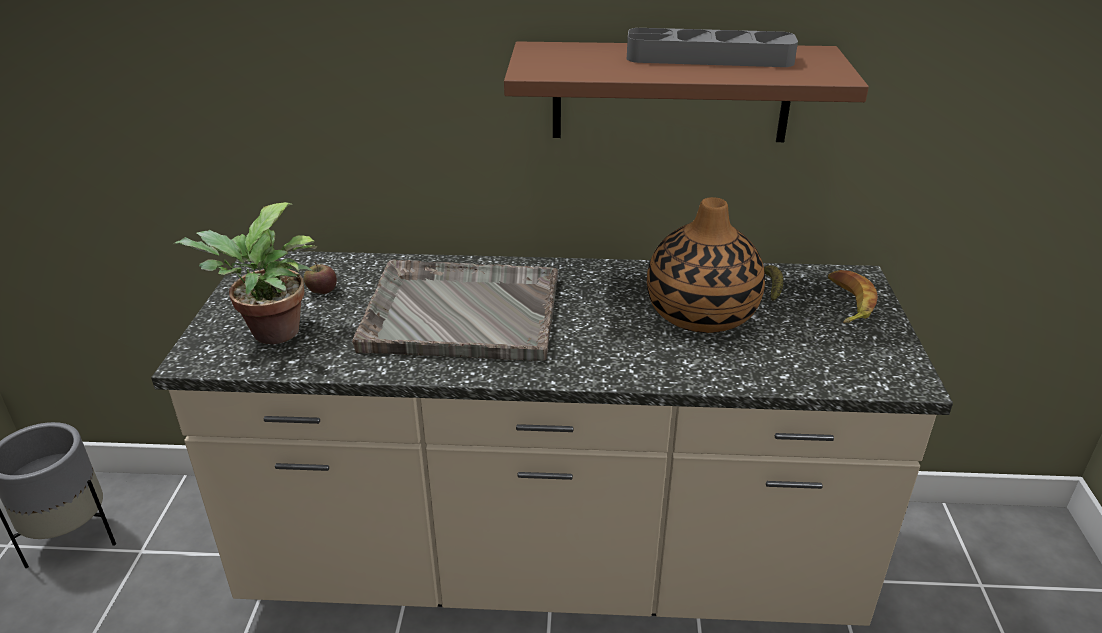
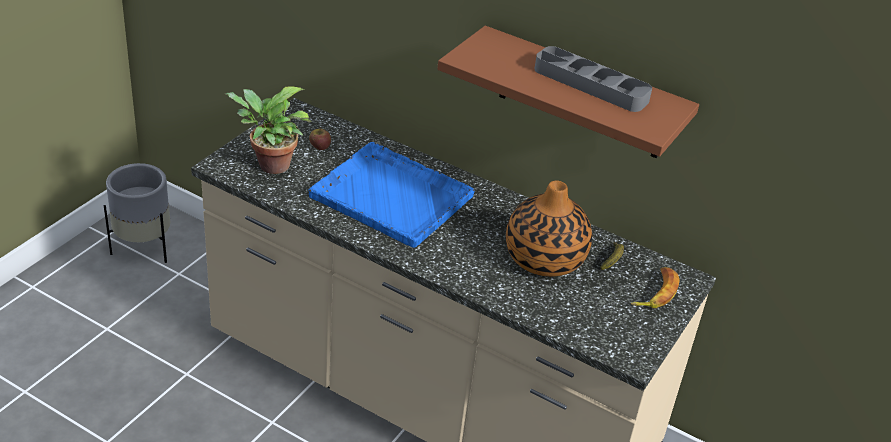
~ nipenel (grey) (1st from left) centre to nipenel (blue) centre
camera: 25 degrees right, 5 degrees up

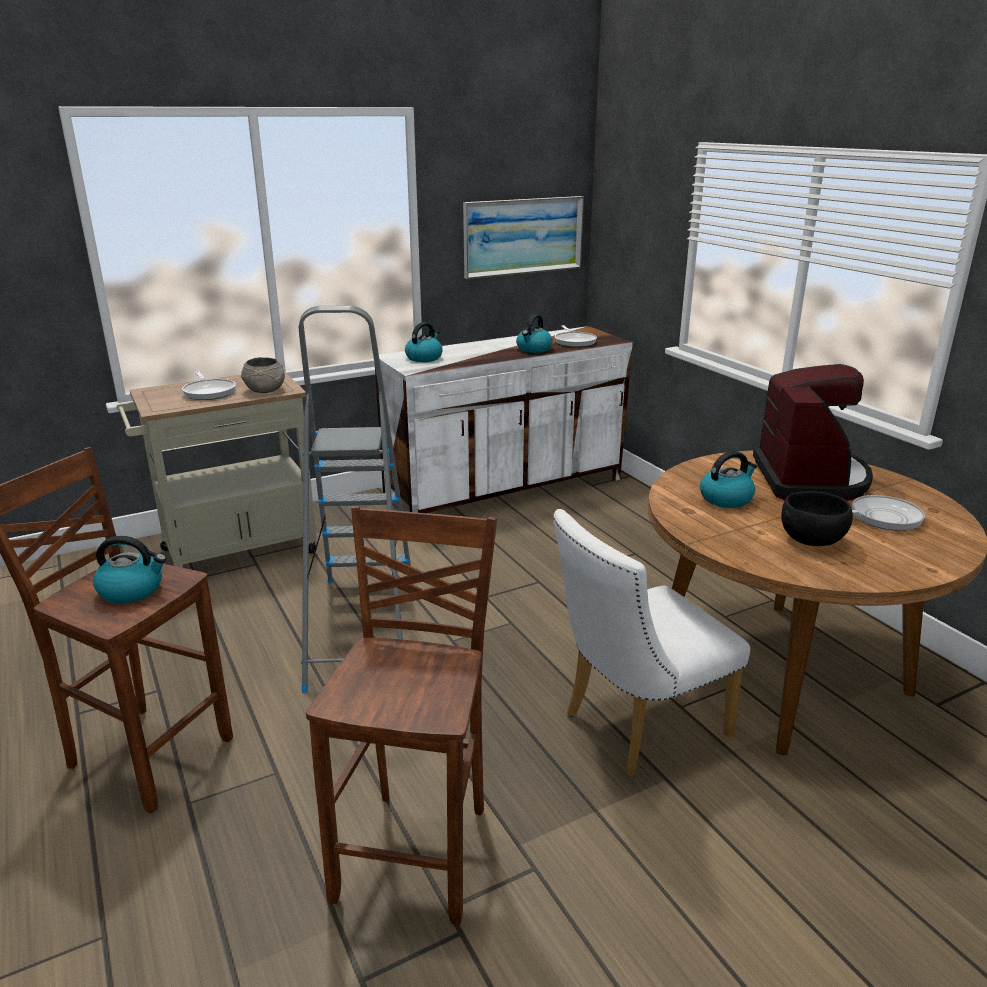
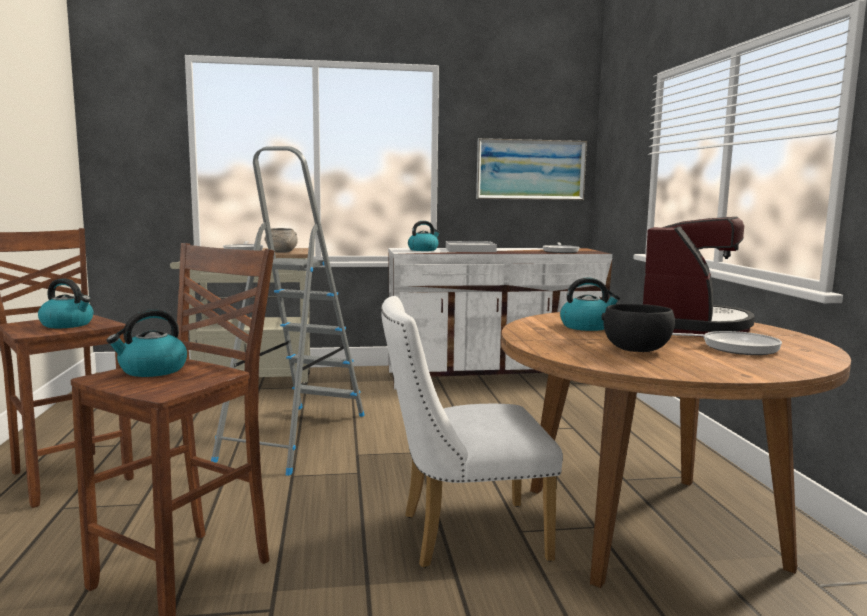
~ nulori (3rd from left in the first image) centre to nulori (2nd from left) middle left
+ nipenel (white) centre
camera: 20 degrees right, 15 degrees down

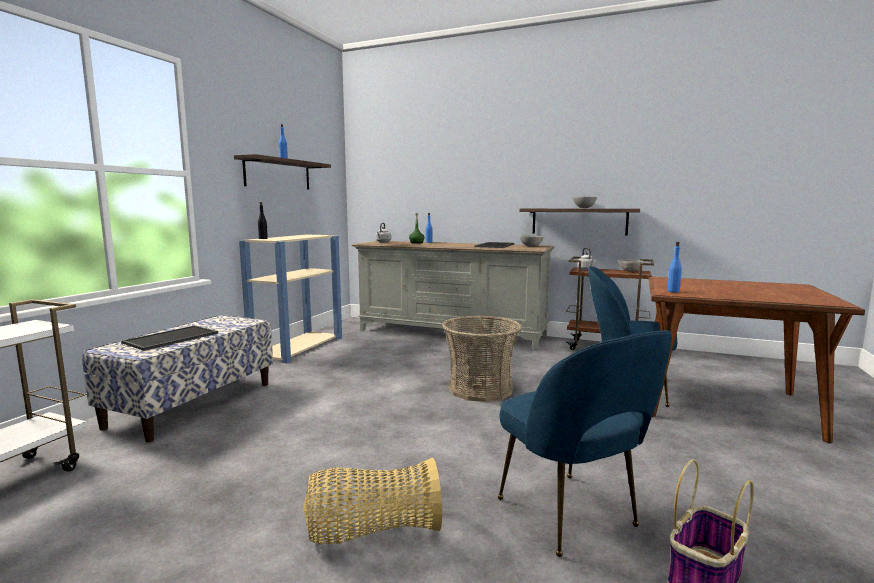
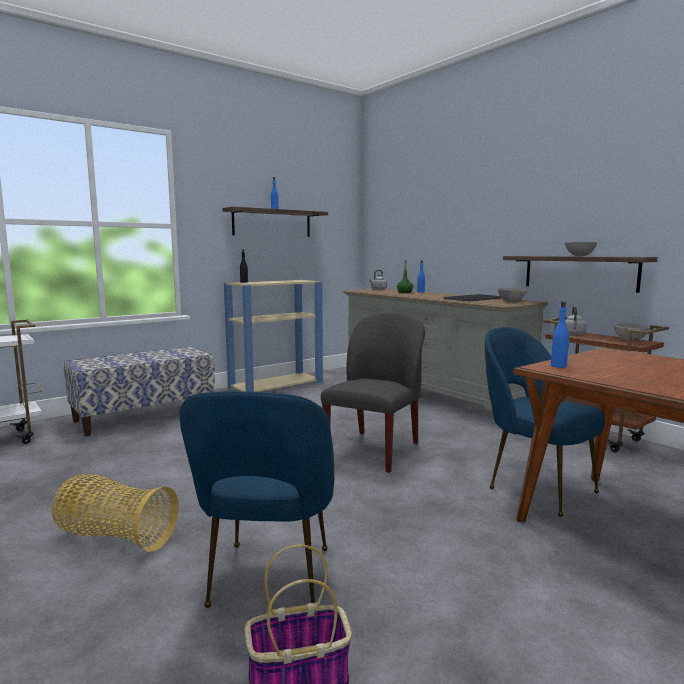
~ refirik (2nd from left) centre to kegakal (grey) centre
- nipenel (1st from left) middle left
camera: 30 degrees right, 0 degrees up

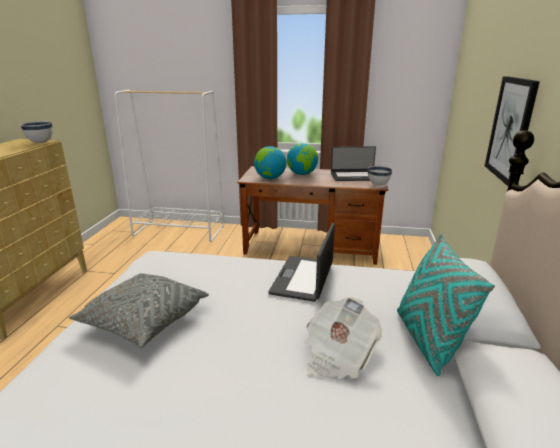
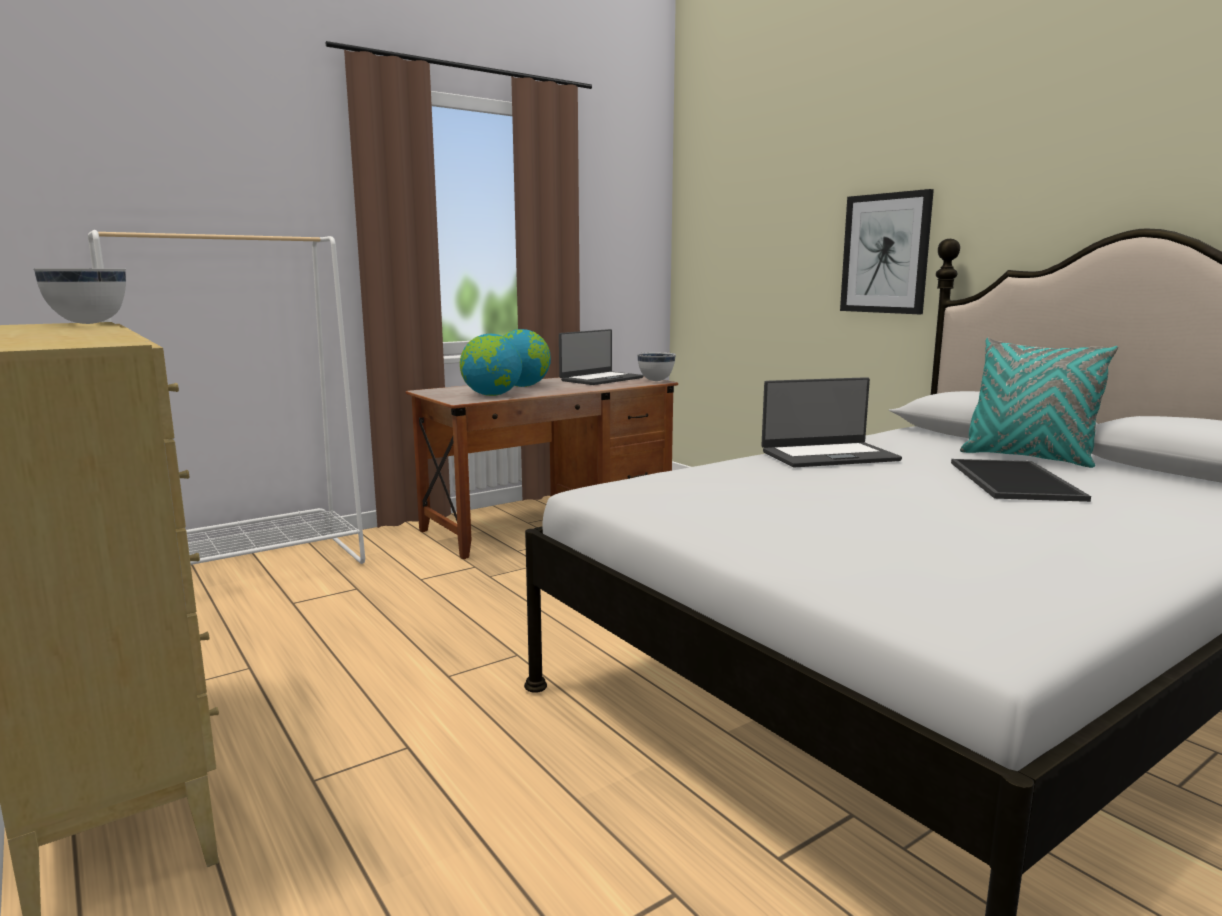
~ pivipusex (1st from left in the first image) centre = middle right 75 degrees counterclockwise
- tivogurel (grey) bottom left
~ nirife bottom centre to nipenel middle right
camera: 45 degrees left, 10 degrees down

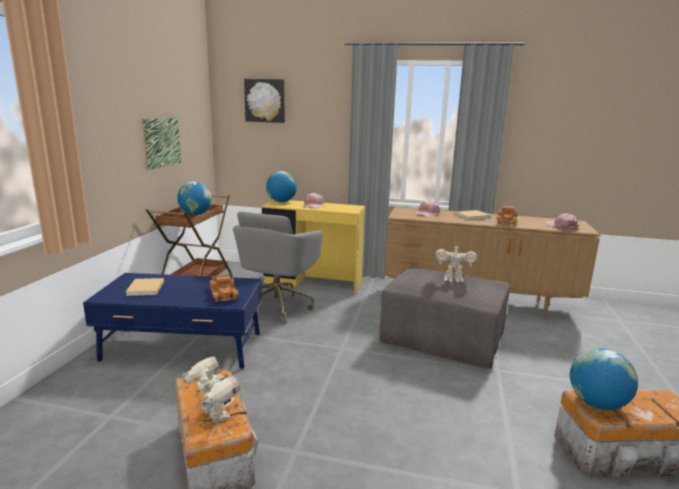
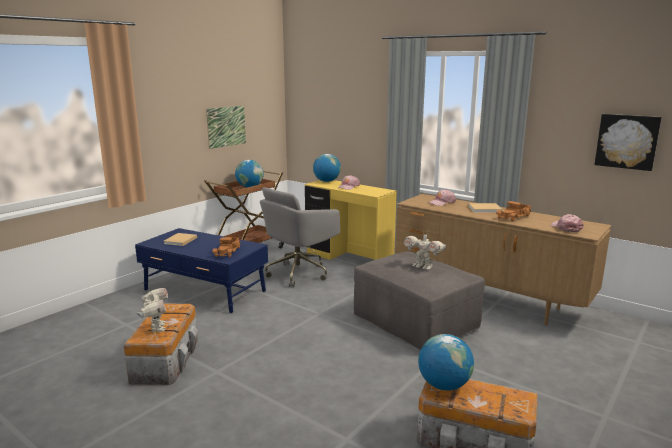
~ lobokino (2nd from left) top centre to top right
camera: 25 degrees right, 0 degrees up

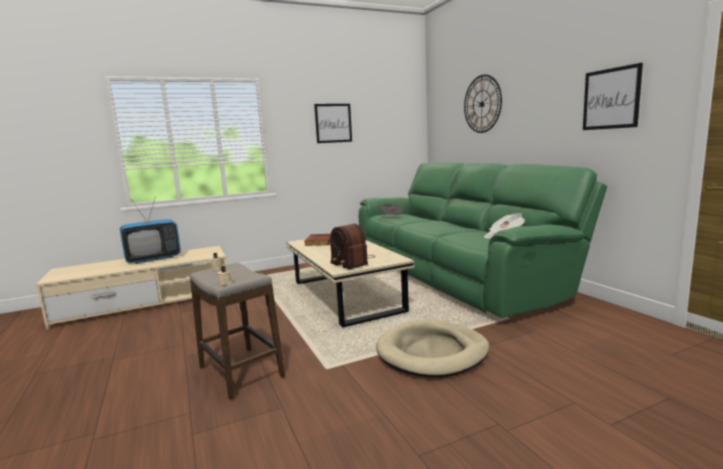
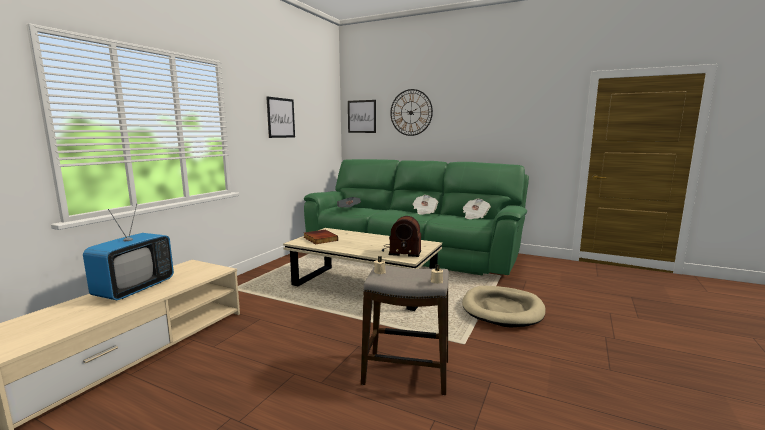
~ lobokino (2nd from left) top right to top centre
+ nirife (2nd from left) centre
camera: 40 degrees left, 0 degrees up

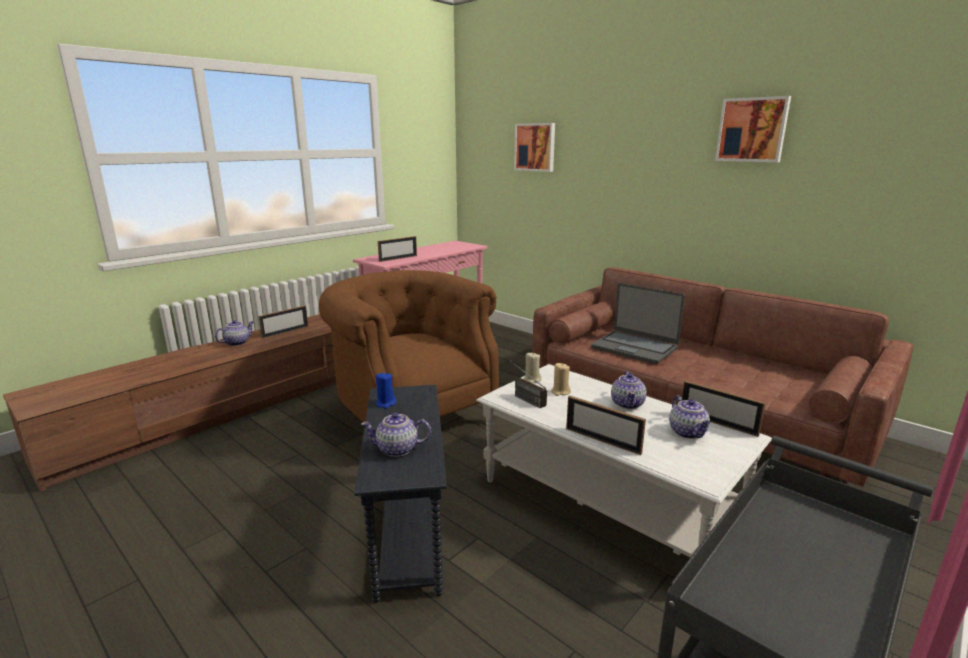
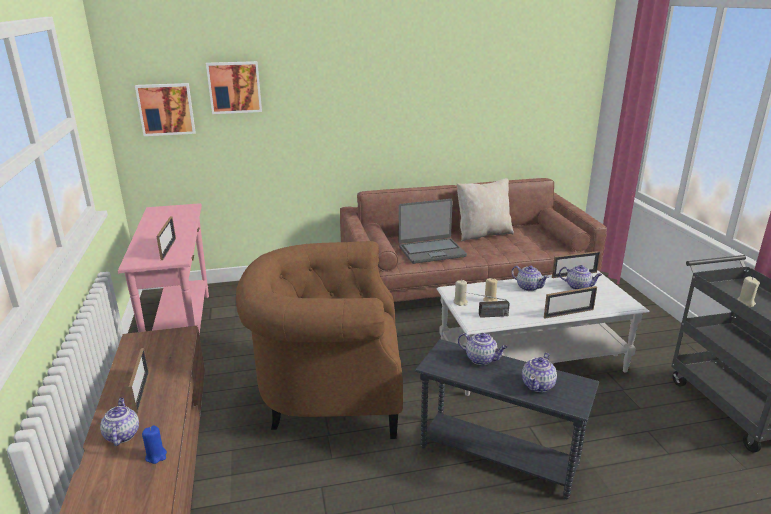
~ lobokino (2nd from left in the first image) top right to lobokino (1st from left) top left
~ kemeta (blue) centre to bottom left
+ tivogurel (beige) centre
+ kemeta (beige) (3rd from left) middle right
+ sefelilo (2nd from left) bottom centre
camera: 55 degrees left, 5 degrees up

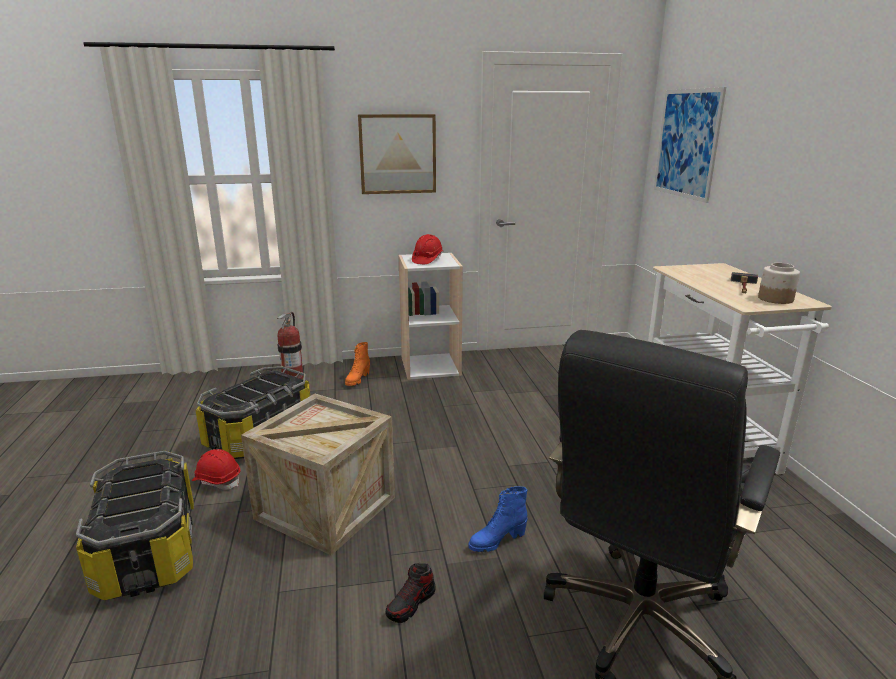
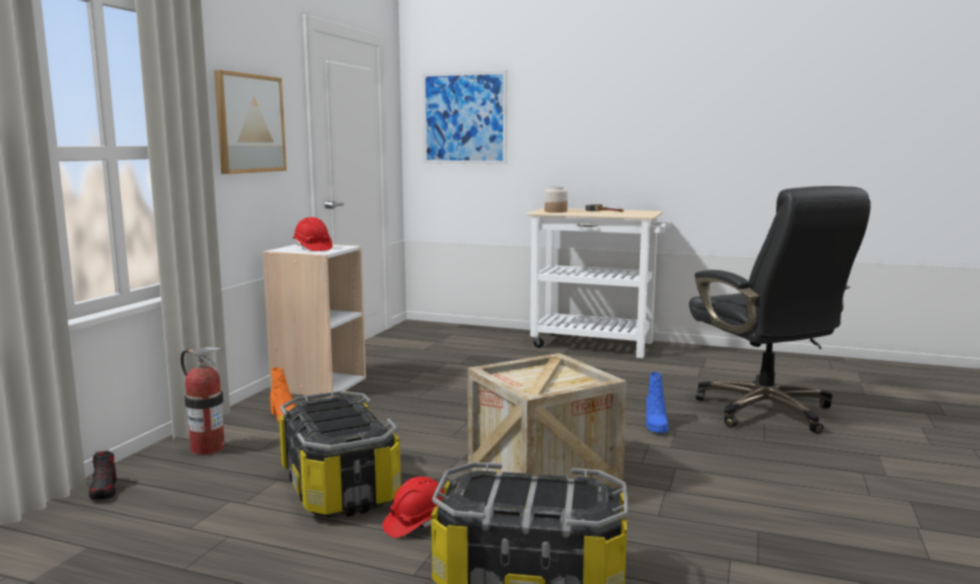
~ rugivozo middle right to centre
~ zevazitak bottom centre to bottom left
camera: 60 degrees left, 10 degrees down

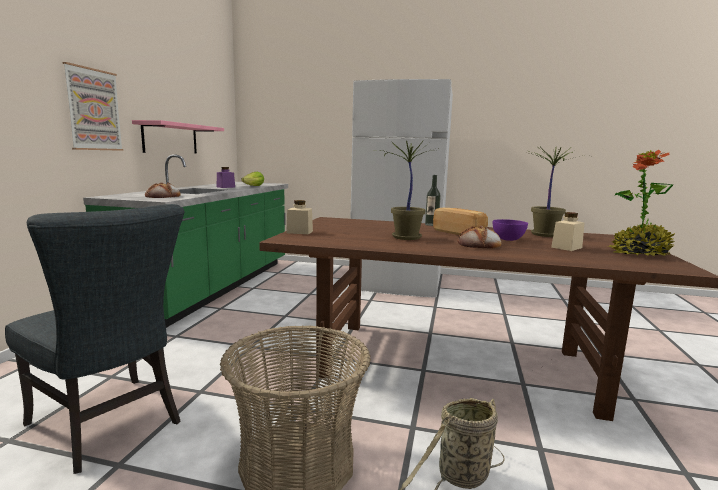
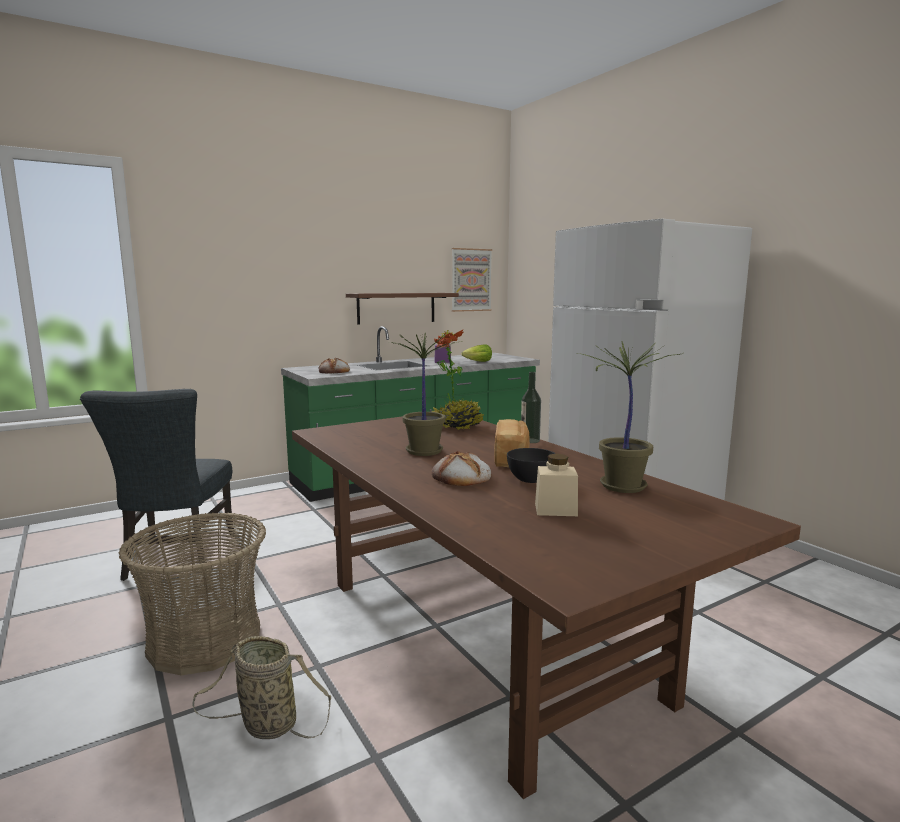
~ lobokino top left to centre
~ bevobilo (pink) top left to bevobilo (brown) centre
~ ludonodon (3rd from left in the first image) middle right to ludonodon (2nd from left) centre
- rugivozo (beige) (1st from left) centre
~ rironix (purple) middle right to rironix (black) centre
camera: 45 degrees right, 0 degrees up

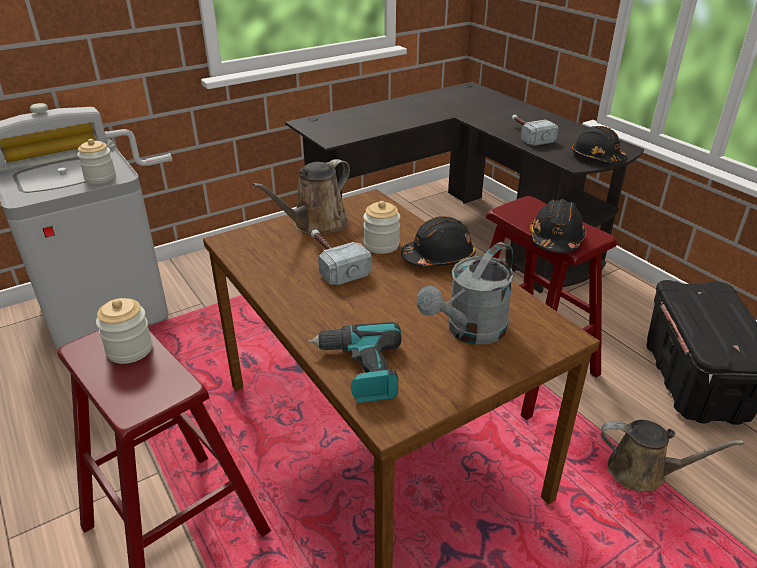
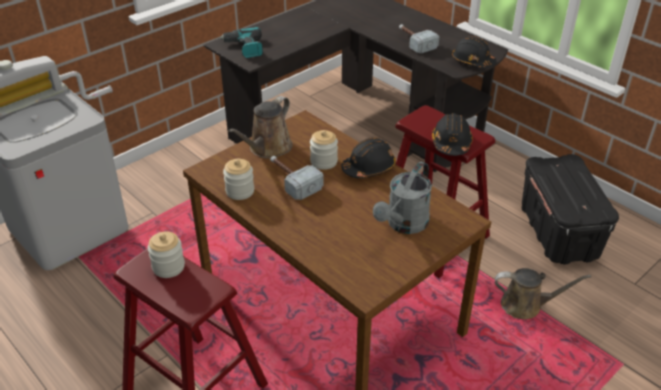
~ rugivozo (1st from left in the first image) top left to rugivozo (2nd from left) centre
~ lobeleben centre to top centre
camera: 10 degrees left, 5 degrees up

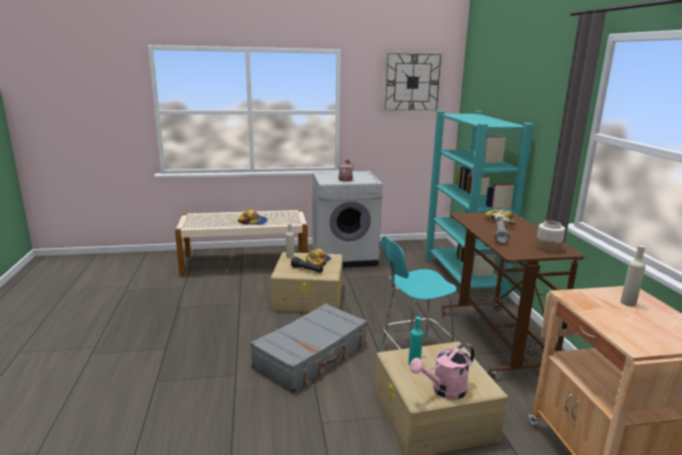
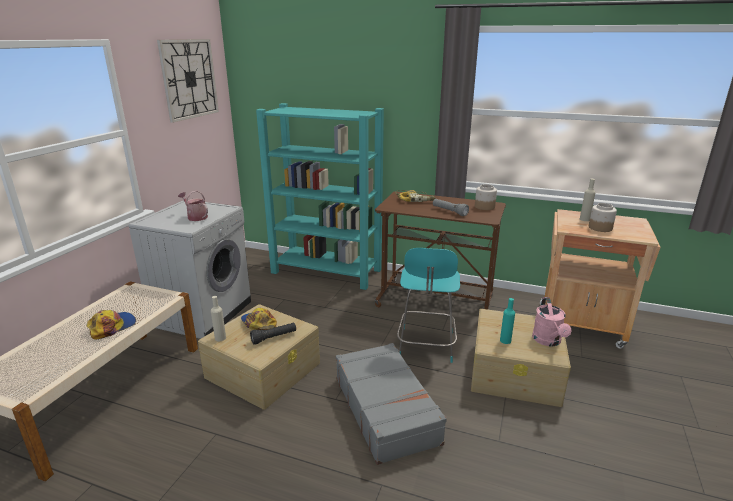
+ rugivozo (2nd from left) middle right
camera: 60 degrees left, 5 degrees up

